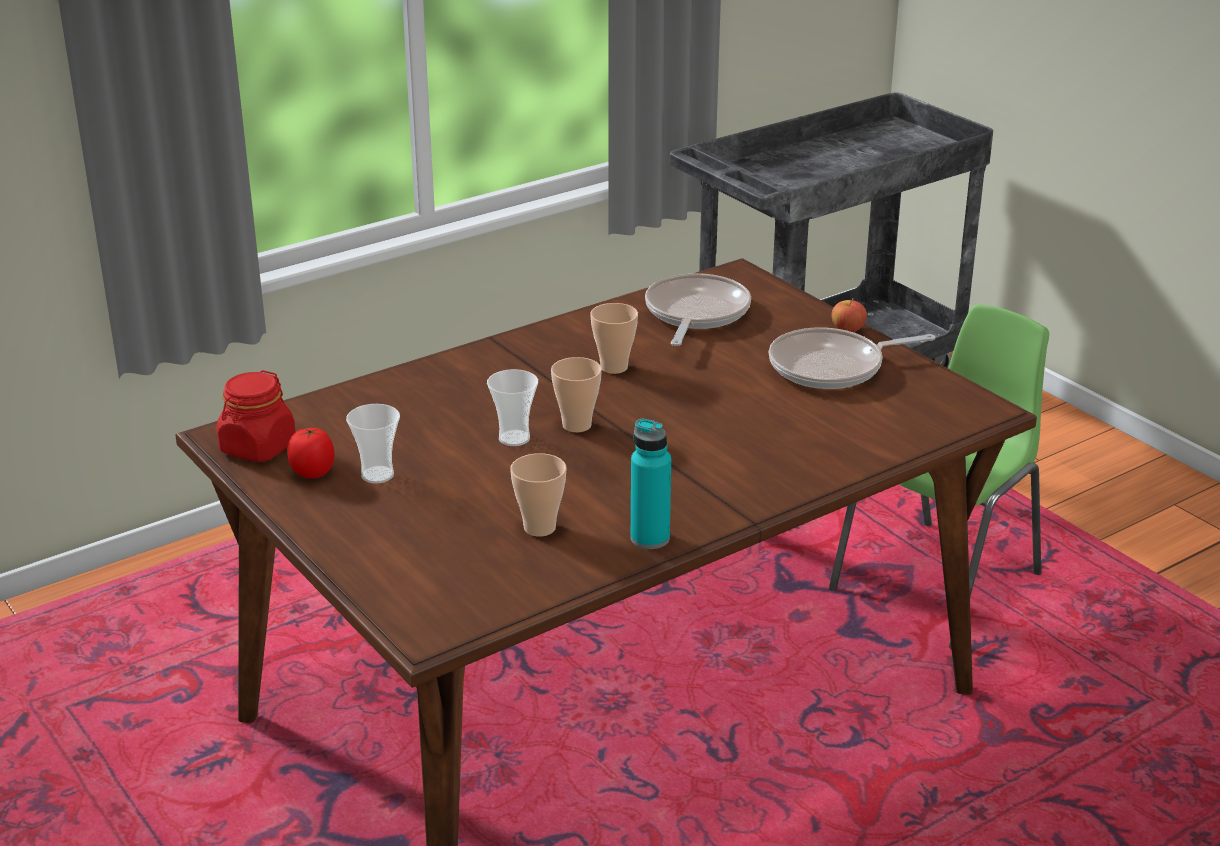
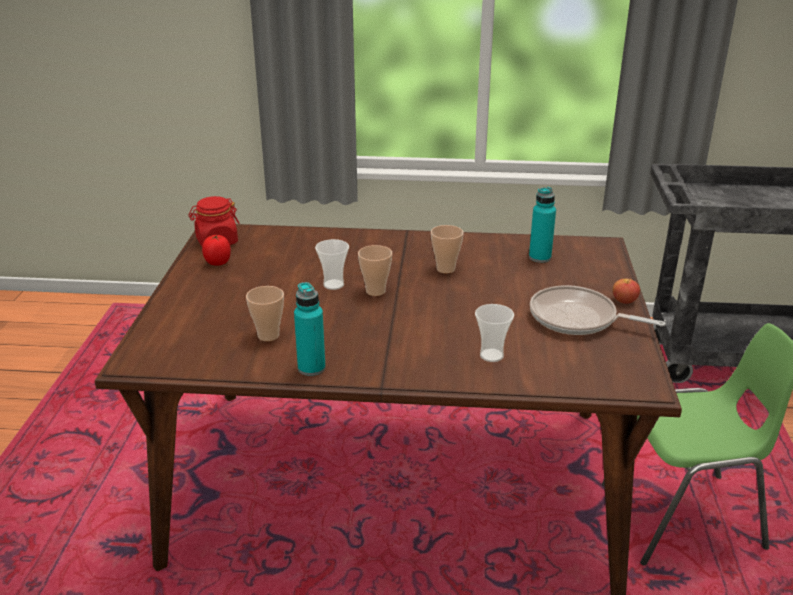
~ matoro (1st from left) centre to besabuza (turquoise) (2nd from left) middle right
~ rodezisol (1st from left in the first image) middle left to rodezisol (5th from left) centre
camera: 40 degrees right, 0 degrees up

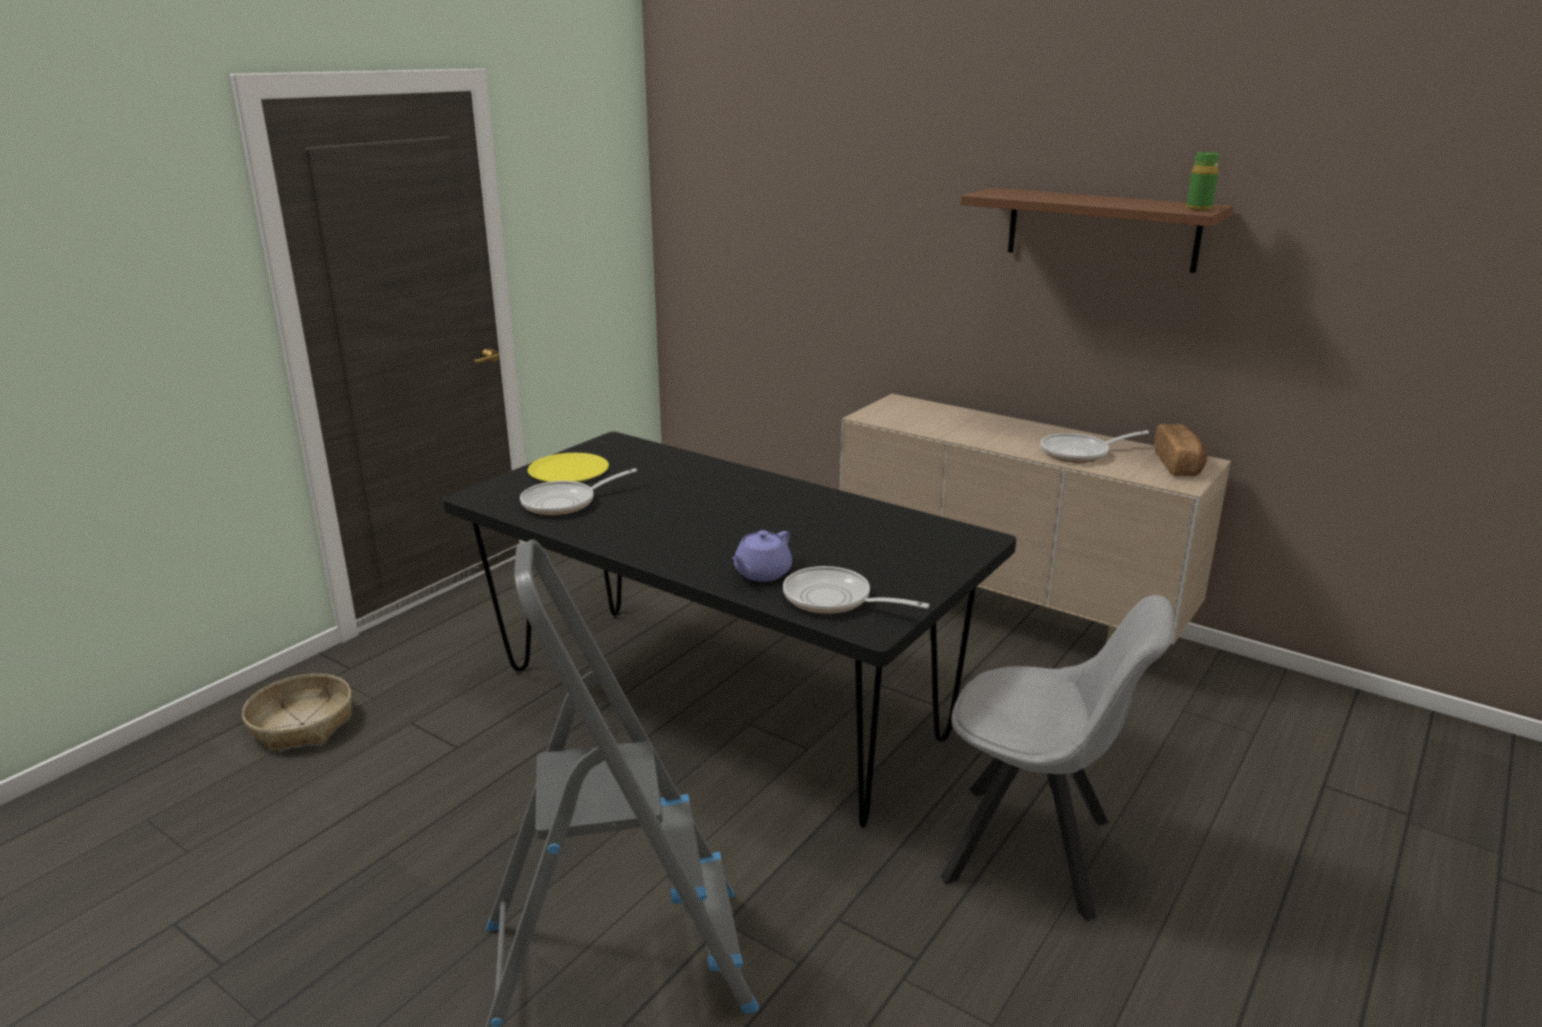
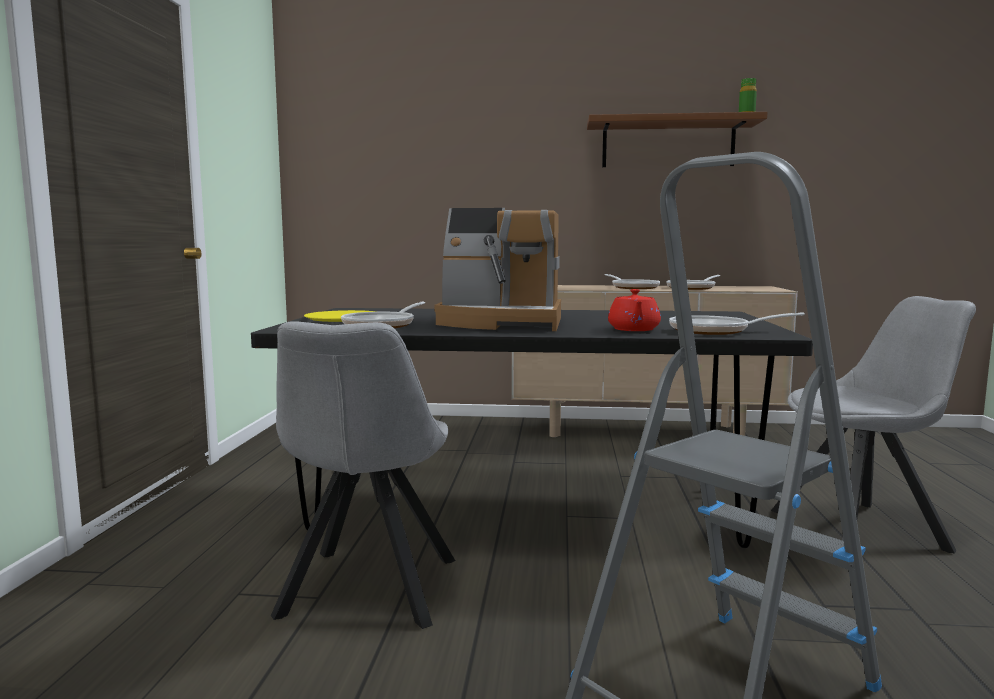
- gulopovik middle right
~ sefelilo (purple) centre to sefelilo (red) centre
- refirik bottom left
+ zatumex centre
+ matoro (2nd from left) centre
+ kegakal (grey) (1st from left) bottom centre
camera: 30 degrees left, 15 degrees down

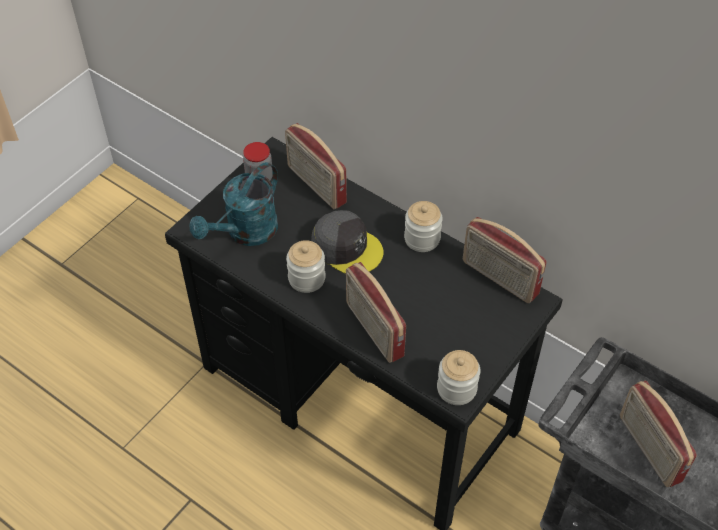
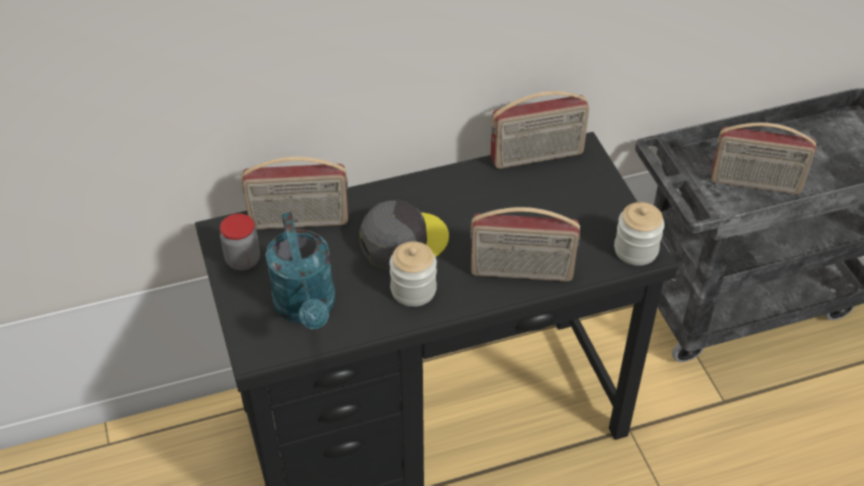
- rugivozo (3rd from left) centre
camera: 55 degrees left, 5 degrees down

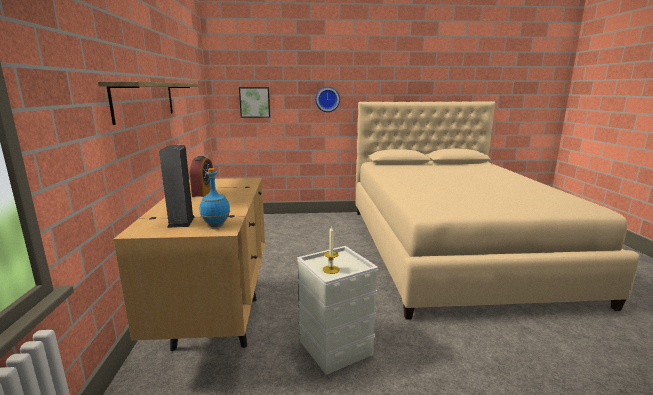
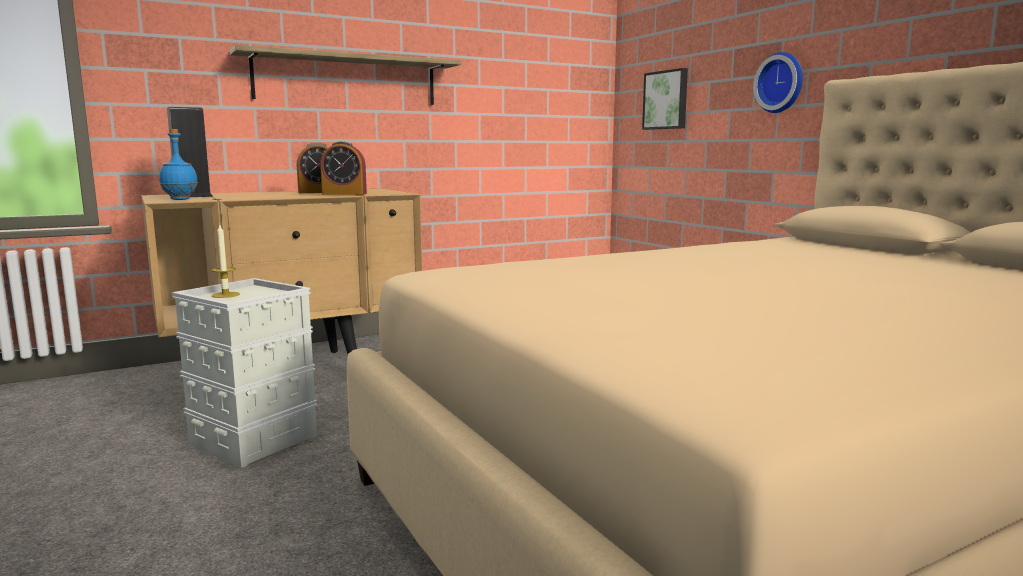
+ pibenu (2nd from left) top centre
camera: 65 degrees right, 5 degrees down

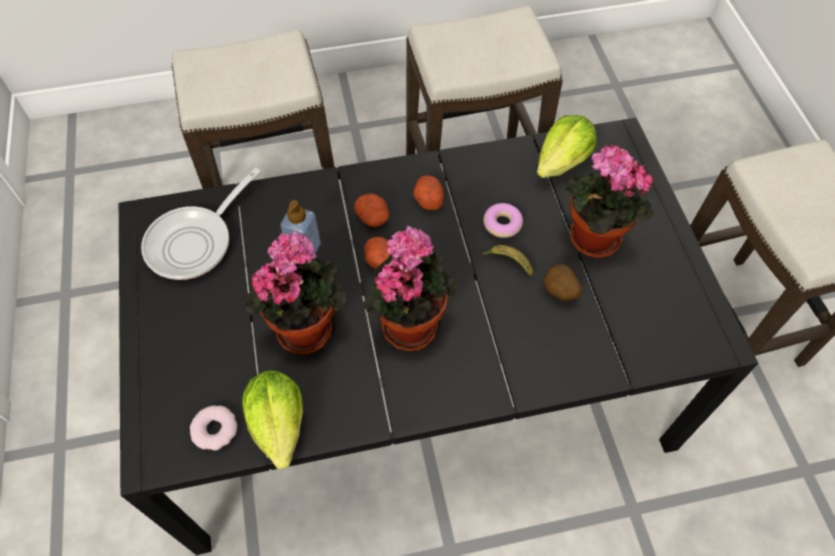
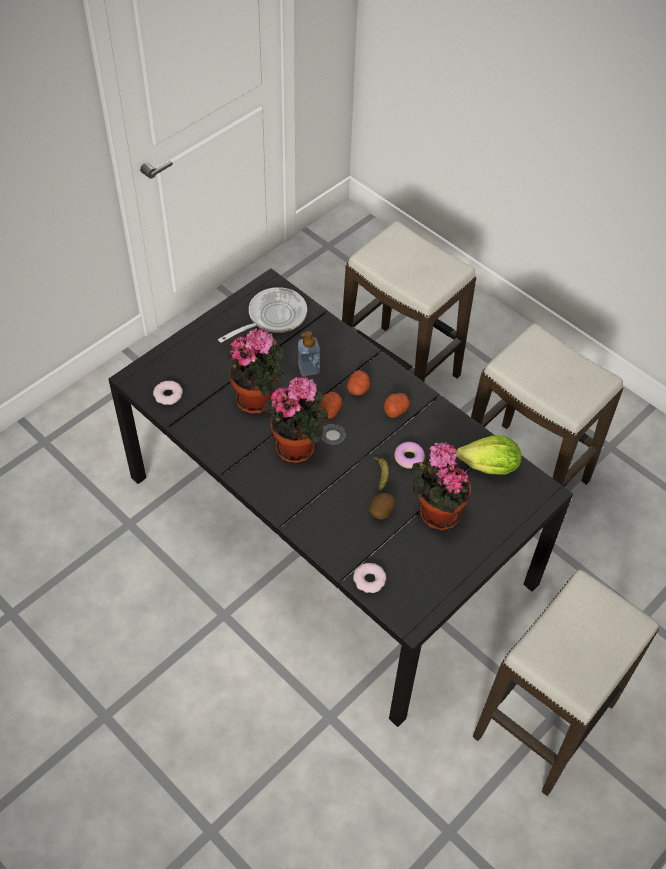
~ matoro middle left = centre 135 degrees clockwise
- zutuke (1st from left) bottom left
+ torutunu (2nd from left) centre
camera: 55 degrees right, 5 degrees down

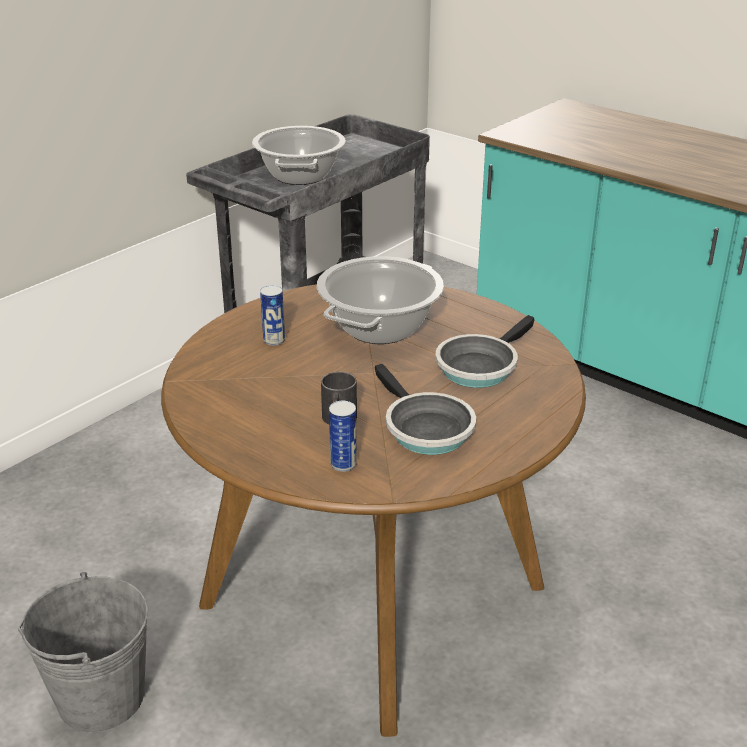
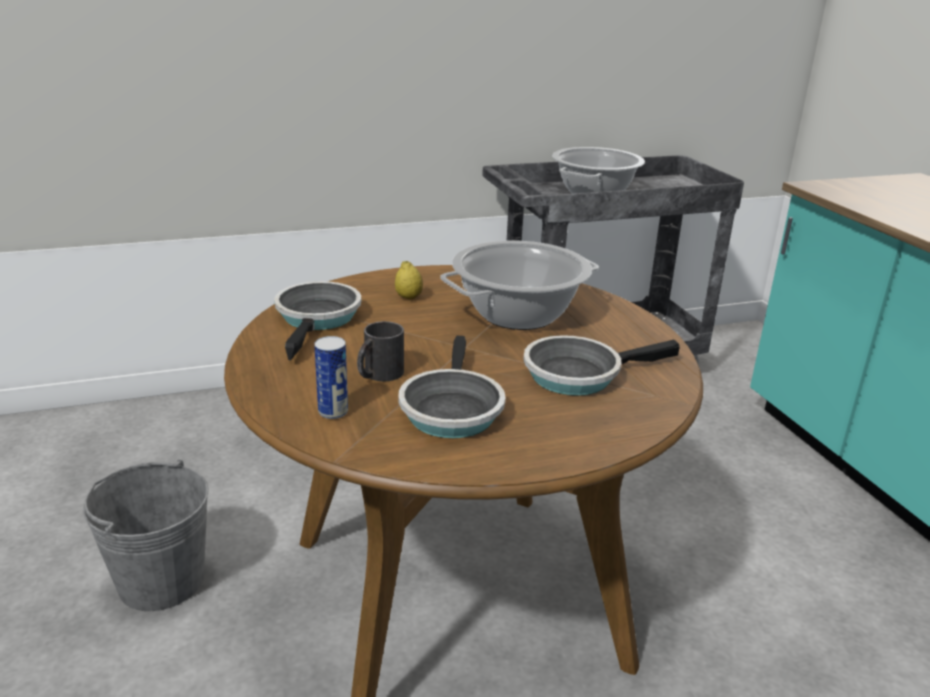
~ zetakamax (1st from left) centre to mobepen centre
+ matoro (1st from left) centre
camera: 30 degrees right, 5 degrees down

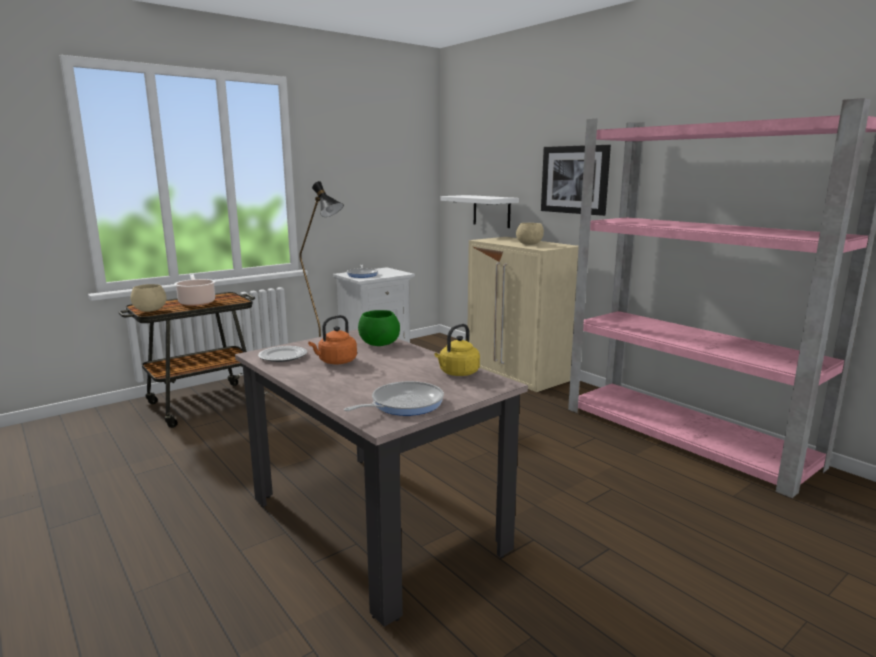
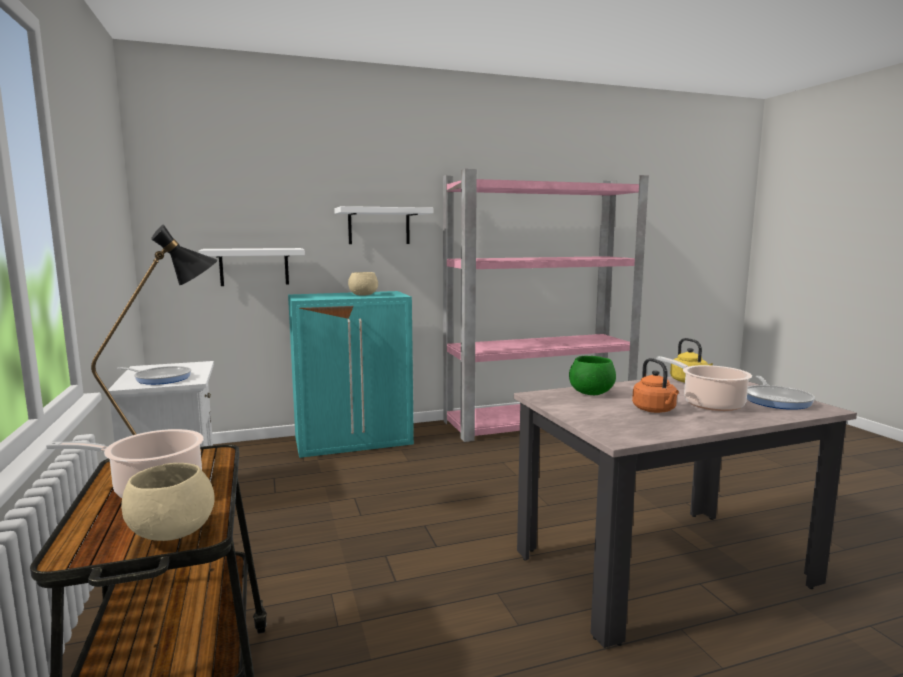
~ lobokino top centre to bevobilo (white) (2nd from left) top centre
~ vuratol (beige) centre to vuratol (turquoise) centre
- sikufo middle left
~ matoro (2nd from left) centre = middle right 150 degrees counterclockwise
+ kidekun (2nd from left) middle right
camera: 70 degrees left, 5 degrees down

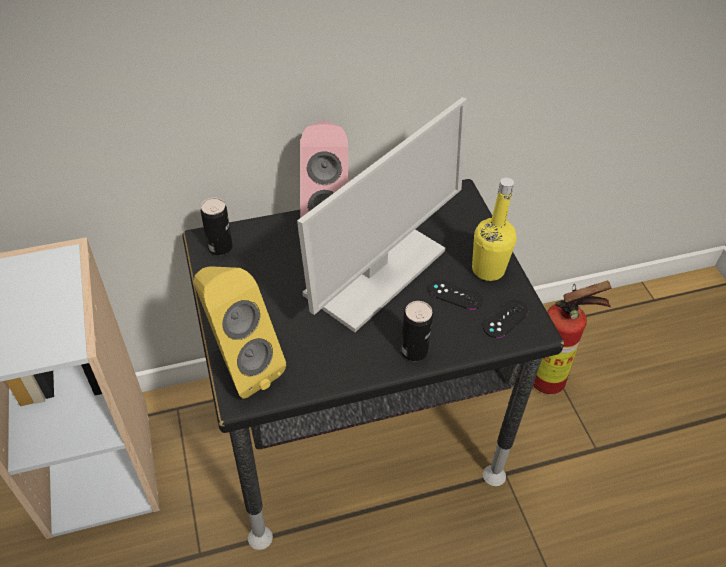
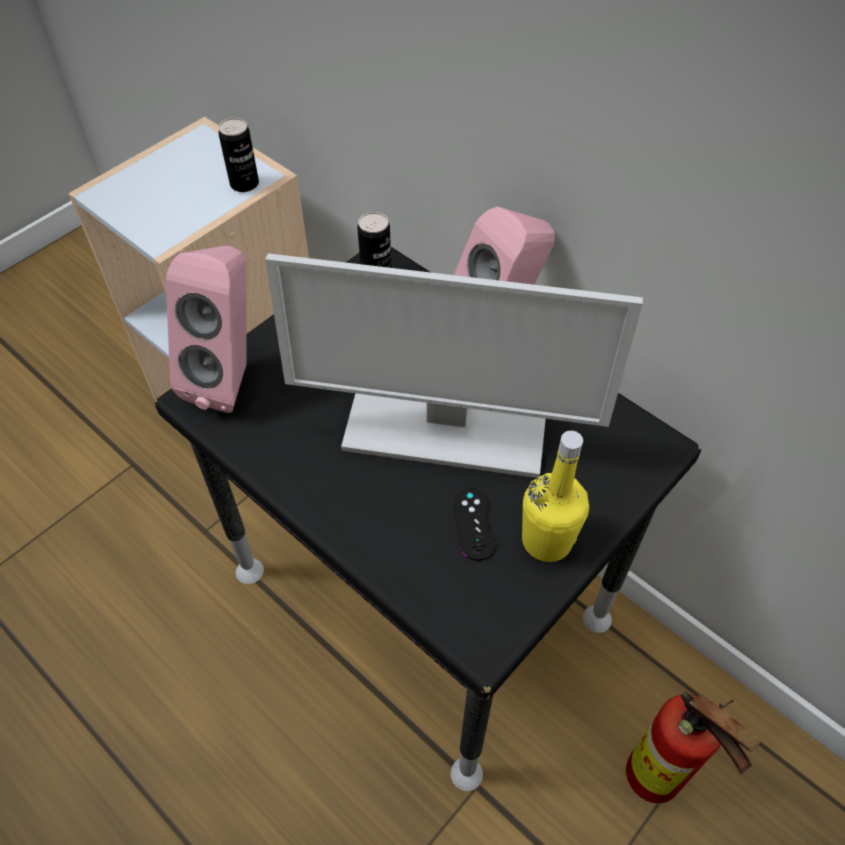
~ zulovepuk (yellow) middle left to zulovepuk (pink) (1st from left) middle left
- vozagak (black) (2nd from left) middle right
~ zetakamax (2nd from left in the first image) centre to zetakamax (1st from left) top left
camera: 60 degrees right, 5 degrees up

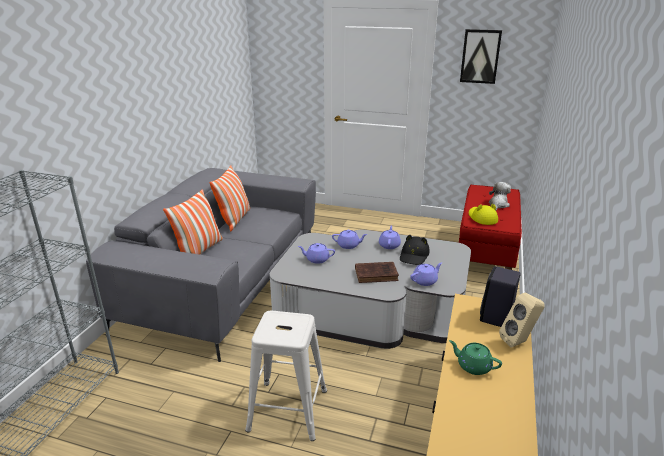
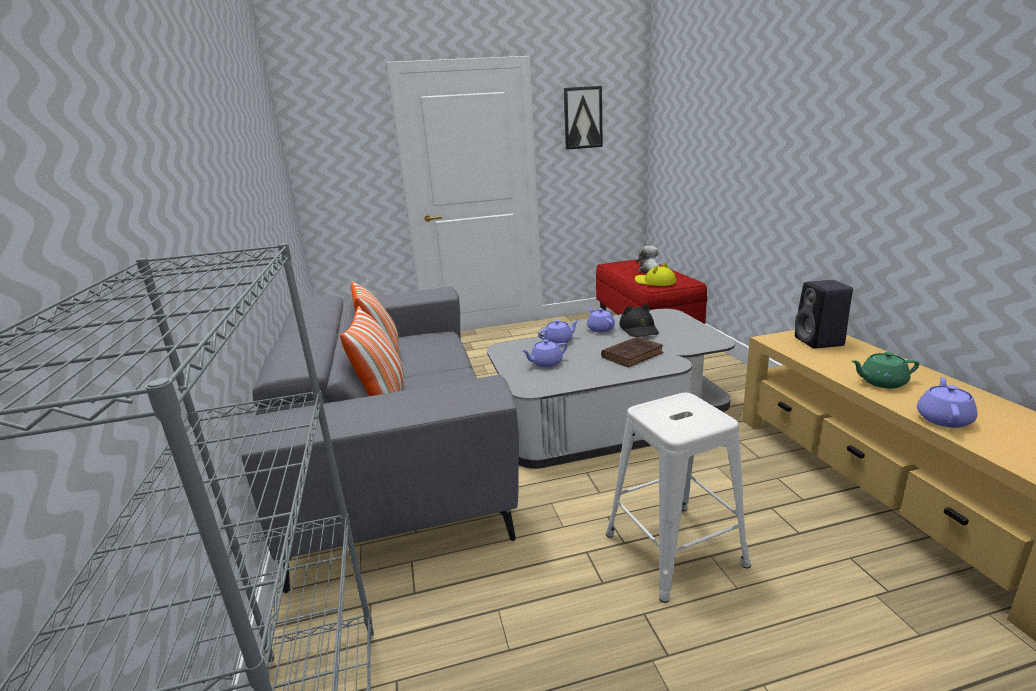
~ sefelilo (purple) (4th from left) centre to middle right
- zulovepuk (beige) bottom right
camera: 30 degrees left, 5 degrees down

